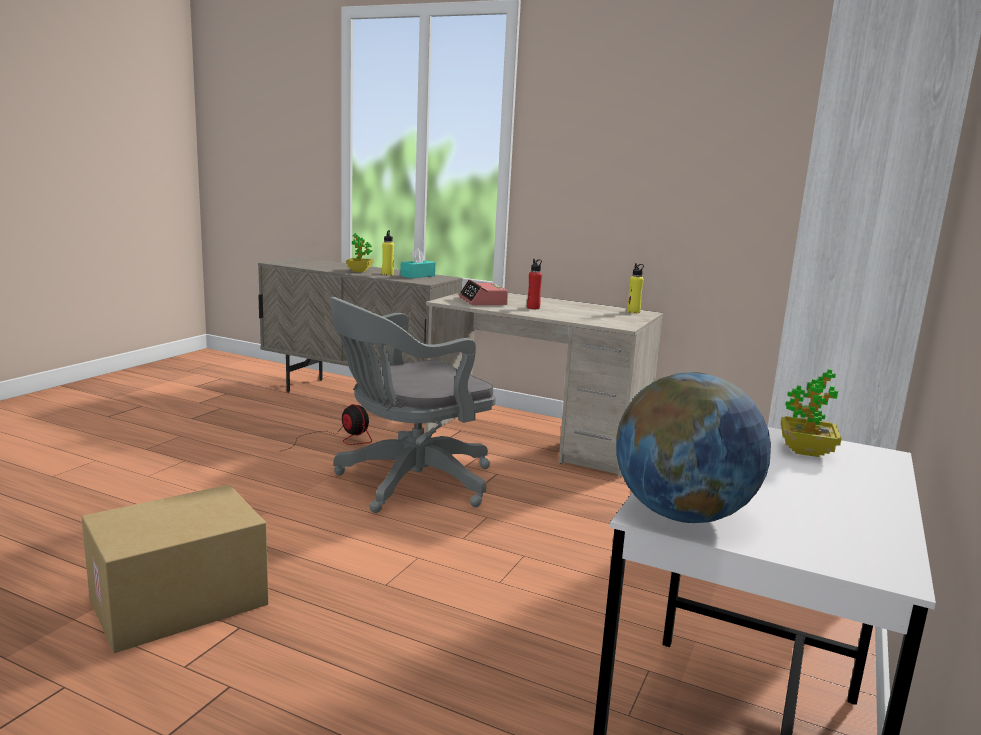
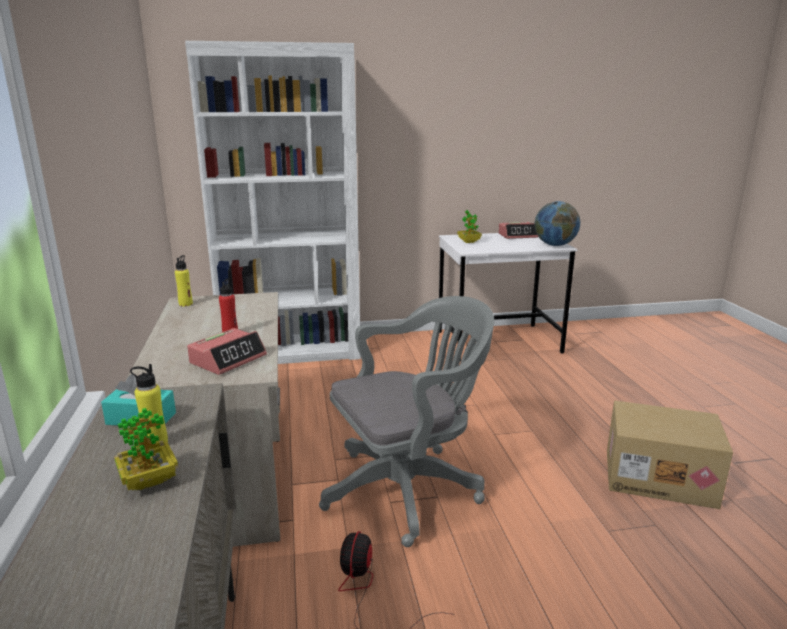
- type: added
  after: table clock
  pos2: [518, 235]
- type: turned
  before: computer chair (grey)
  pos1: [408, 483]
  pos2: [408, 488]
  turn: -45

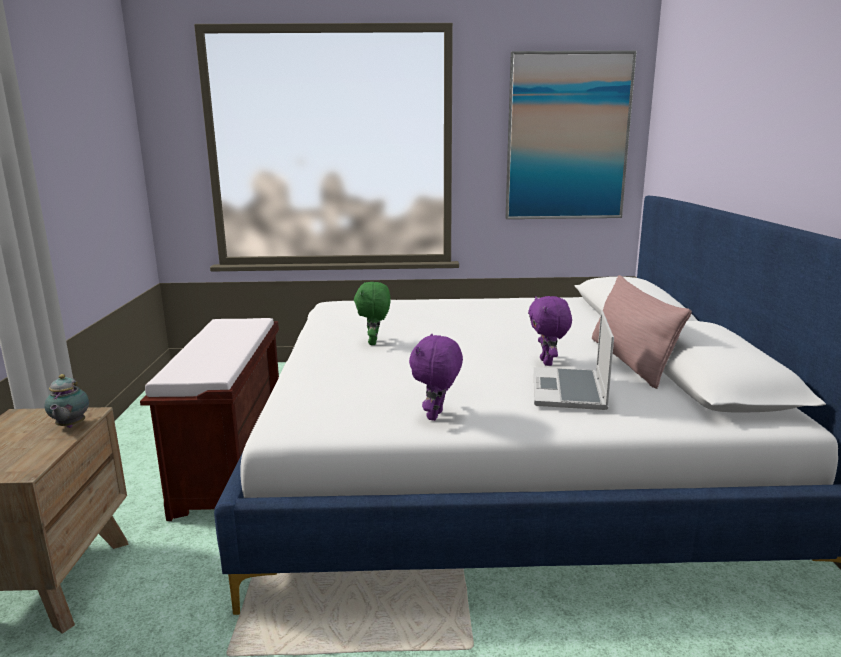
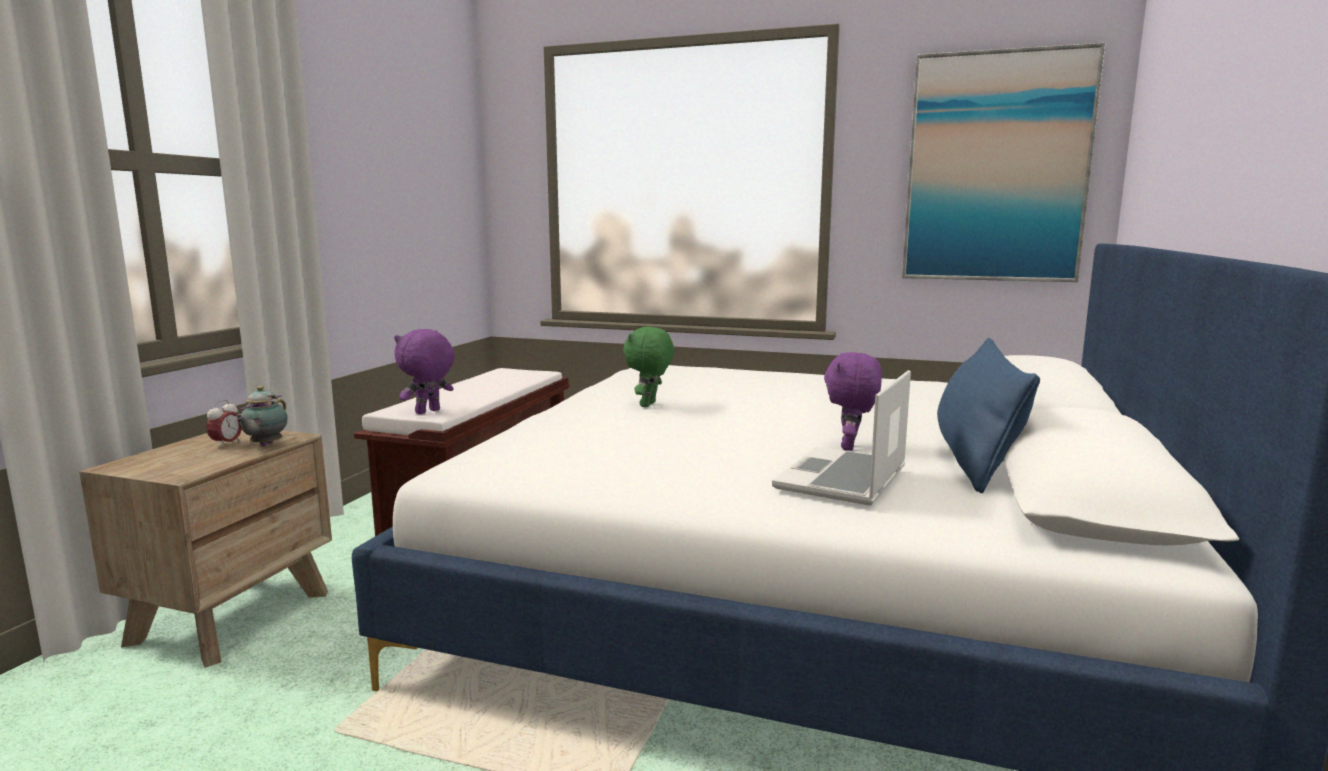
- type: added
  after: table clock
  pos2: [227, 444]
- type: moved
  before: plush toy (purplish)
  pos1: [436, 416]
  pos2: [428, 412]
- type: recoloured
  before: throw pillow (pinkish)
  after: throw pillow (bluish)
  pos1: [630, 361]
  pos2: [976, 458]

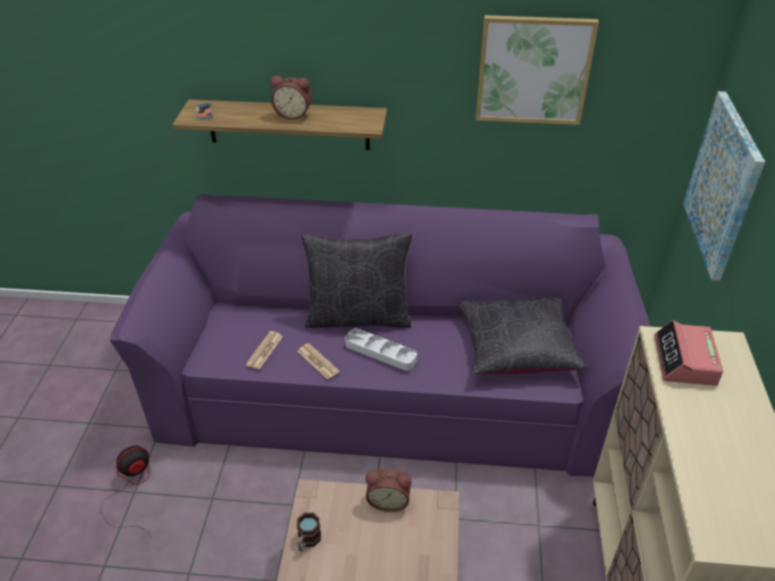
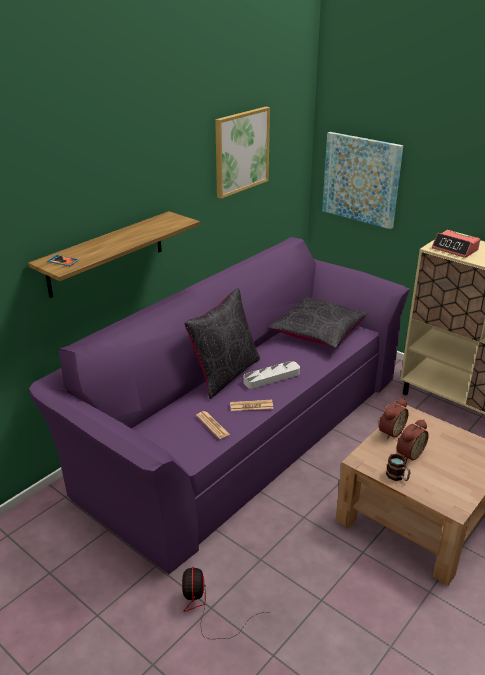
- type: moved
  before: table clock
  pos1: [293, 114]
  pos2: [408, 453]

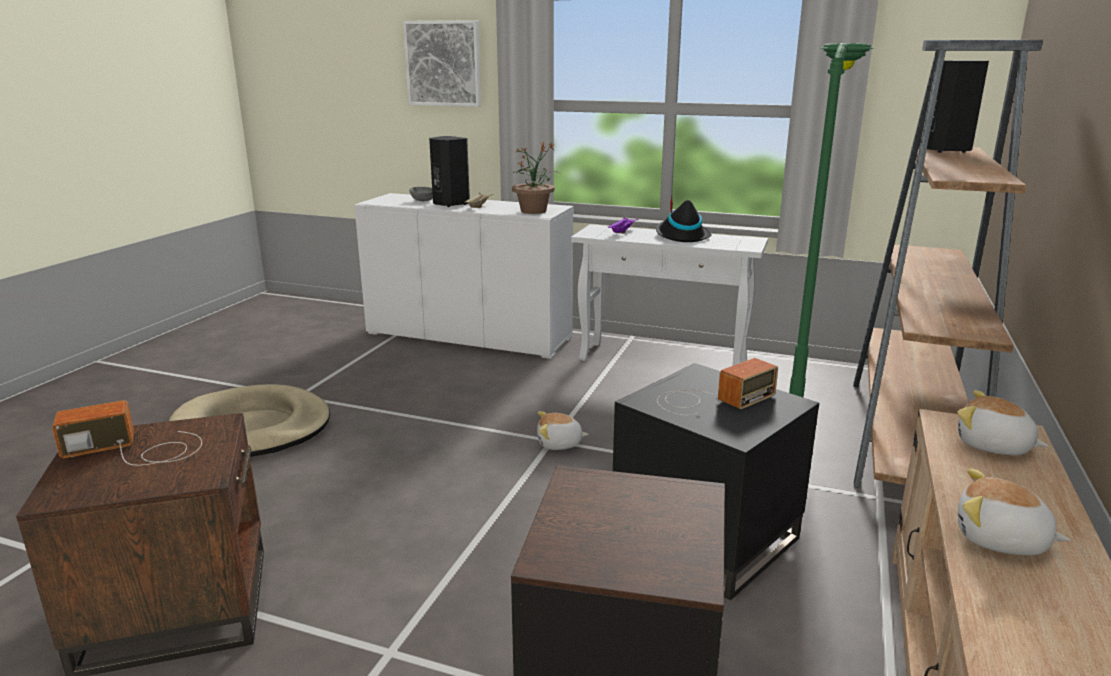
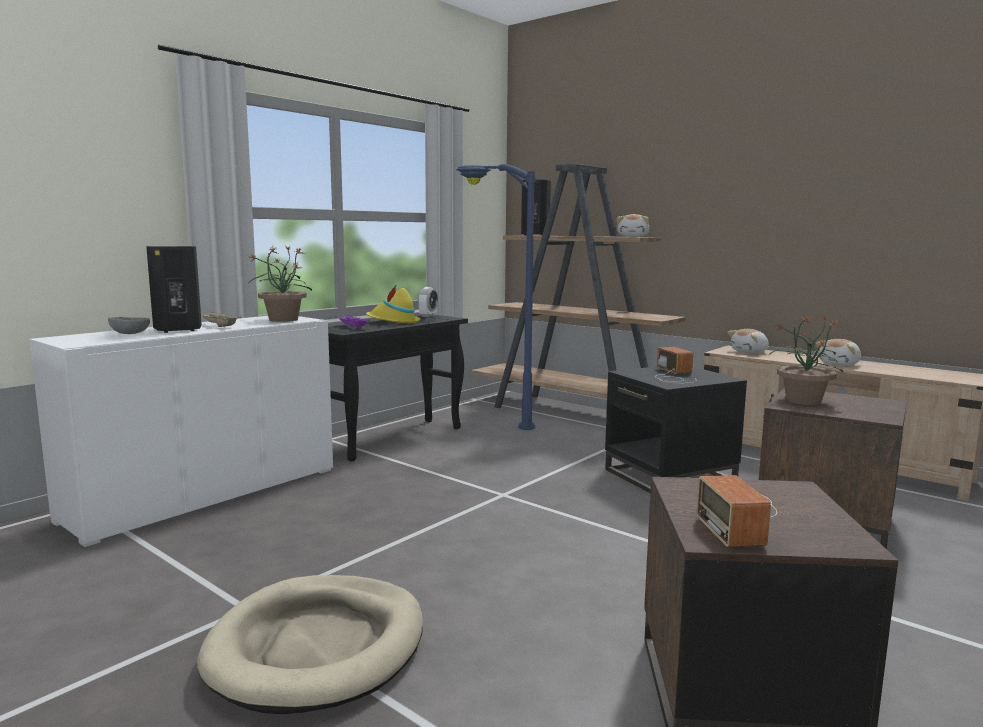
- type: removed
  before: wall picture
  pos1: [443, 63]
- type: added
  after: table clock
  pos2: [428, 316]
- type: added
  after: potted plant
  pos2: [803, 400]
- type: moved
  before: plush toy
  pos1: [559, 444]
  pos2: [633, 236]
- type: recoloured
  before: console table (white)
  after: console table (black)
  pos1: [664, 361]
  pos2: [394, 438]
- type: recoloured
  before: clothing hat (black)
  after: clothing hat (yellow)
  pos1: [681, 236]
  pos2: [393, 321]
- type: recoloured
  before: standing lamp (green)
  after: standing lamp (bluish)
  pos1: [802, 388]
  pos2: [487, 418]

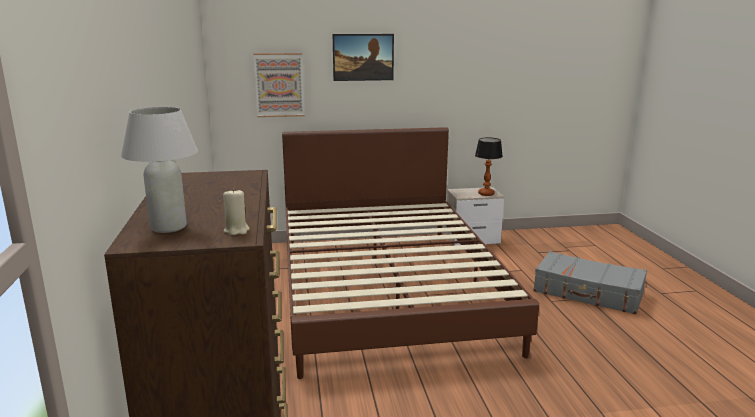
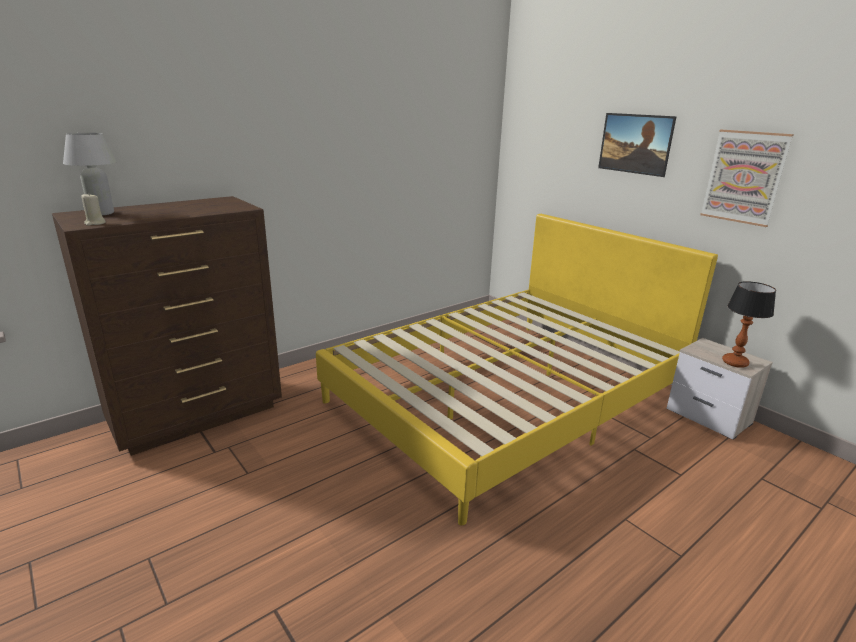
- type: removed
  before: piece of luggage (grey)
  pos1: [588, 293]
- type: moved
  before: wall picture
  pos1: [279, 85]
  pos2: [744, 177]
- type: recoloured
  before: bed (brown)
  after: bed (yellow)
  pos1: [387, 290]
  pos2: [507, 397]

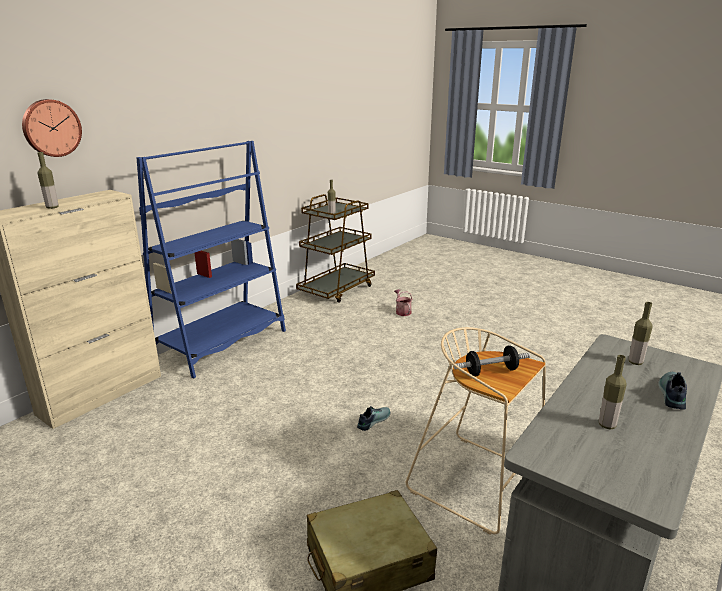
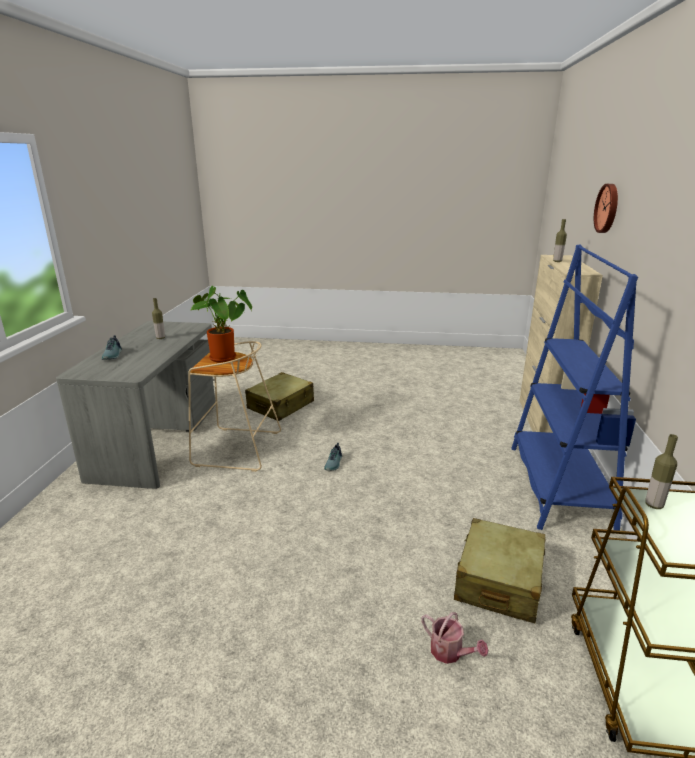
- type: removed
  before: bottle
  pos1: [635, 362]
- type: added
  after: piece of luggage (beige-coloured)
  pos2: [498, 581]
- type: replaced
  before: hand weight
  after: potted plant
  pos1: [491, 371]
  pos2: [226, 358]

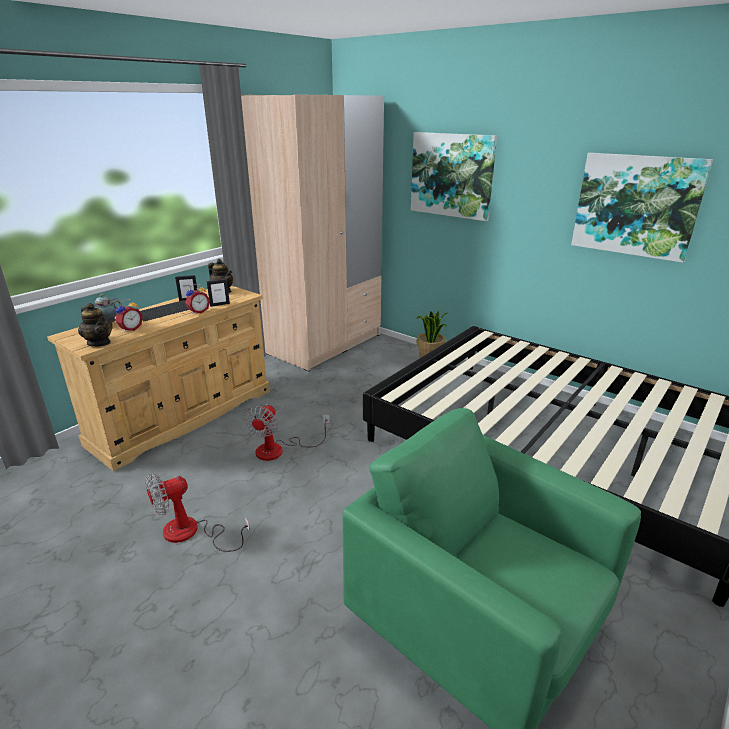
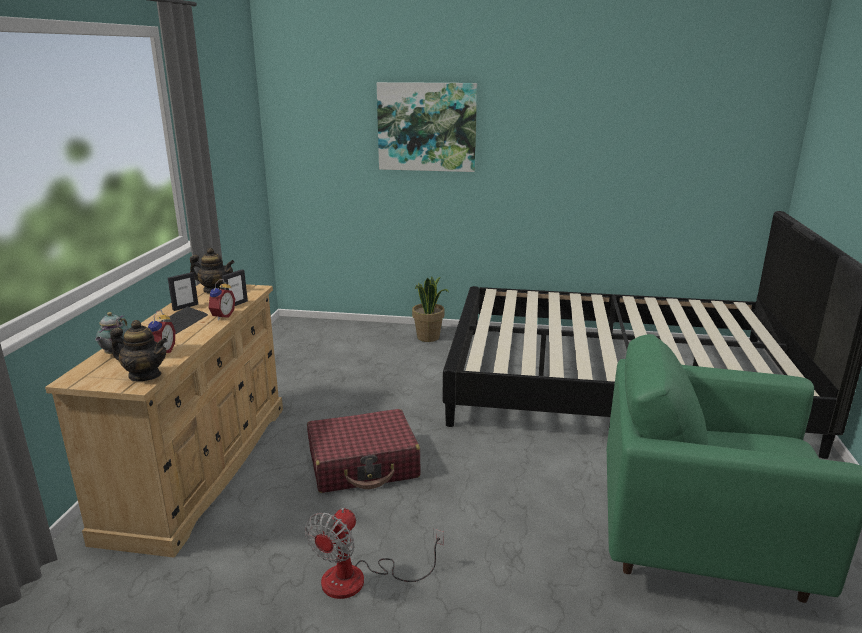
- type: removed
  before: wardrobe (beige-coloured)
  pos1: [325, 344]
- type: removed
  before: wall picture
  pos1: [636, 205]
- type: replaced
  before: electric fan
  after: piece of luggage (red-coloured)
  pos1: [279, 449]
  pos2: [363, 464]

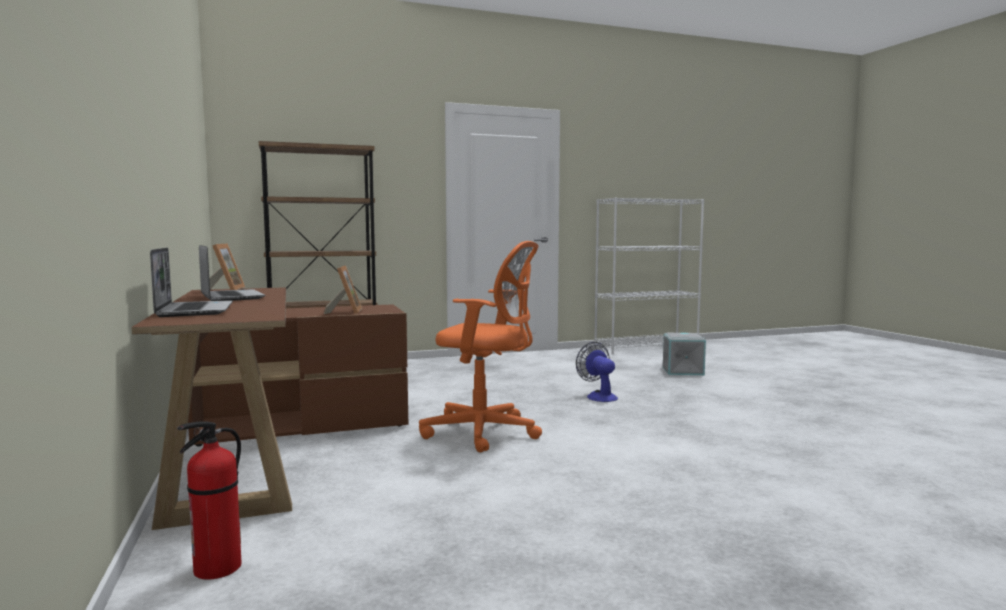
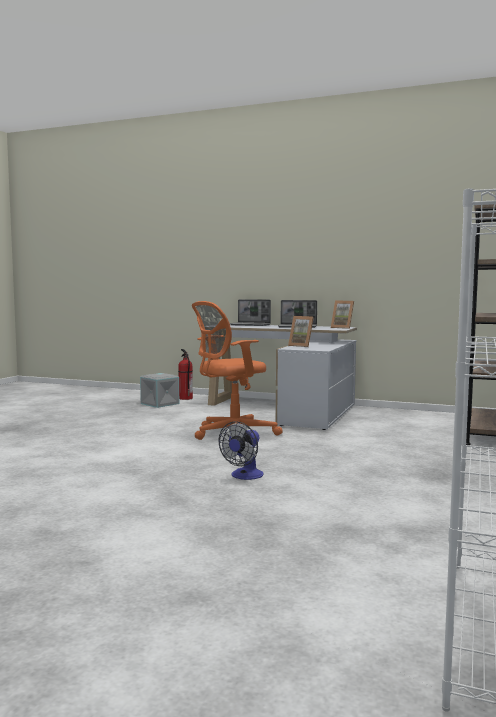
- type: moved
  before: storage container (grey)
  pos1: [683, 370]
  pos2: [160, 404]
- type: recoloured
  before: desk unit (brown)
  after: desk unit (white)
  pos1: [273, 448]
  pos2: [286, 409]
- type: turned
  before: electric fan
  pos1: [598, 396]
  pos2: [244, 476]
  turn: 105

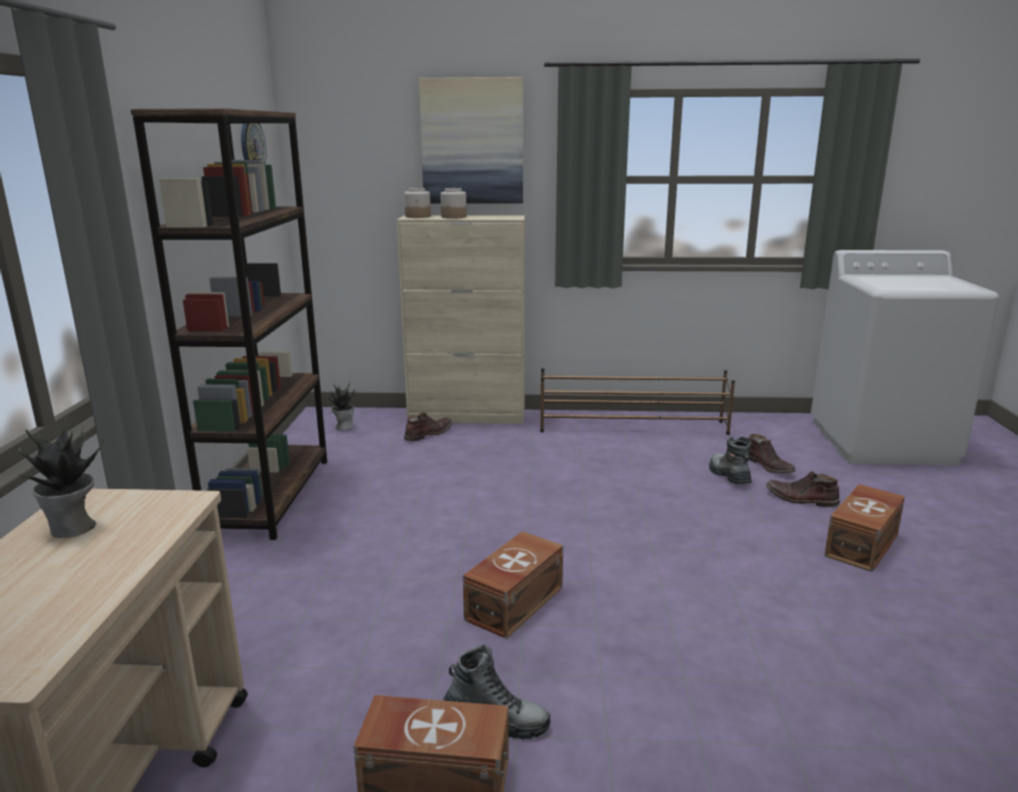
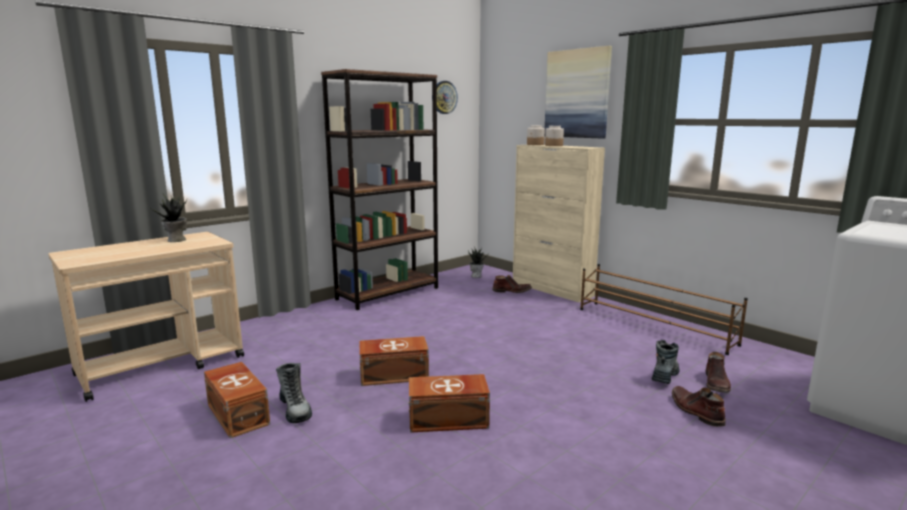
- type: moved
  before: storage container (brown)
  pos1: [863, 545]
  pos2: [449, 420]

